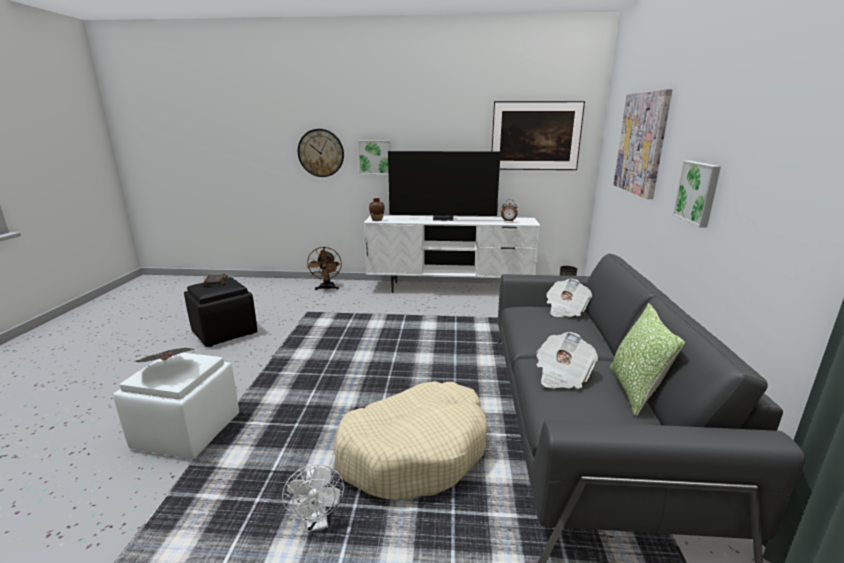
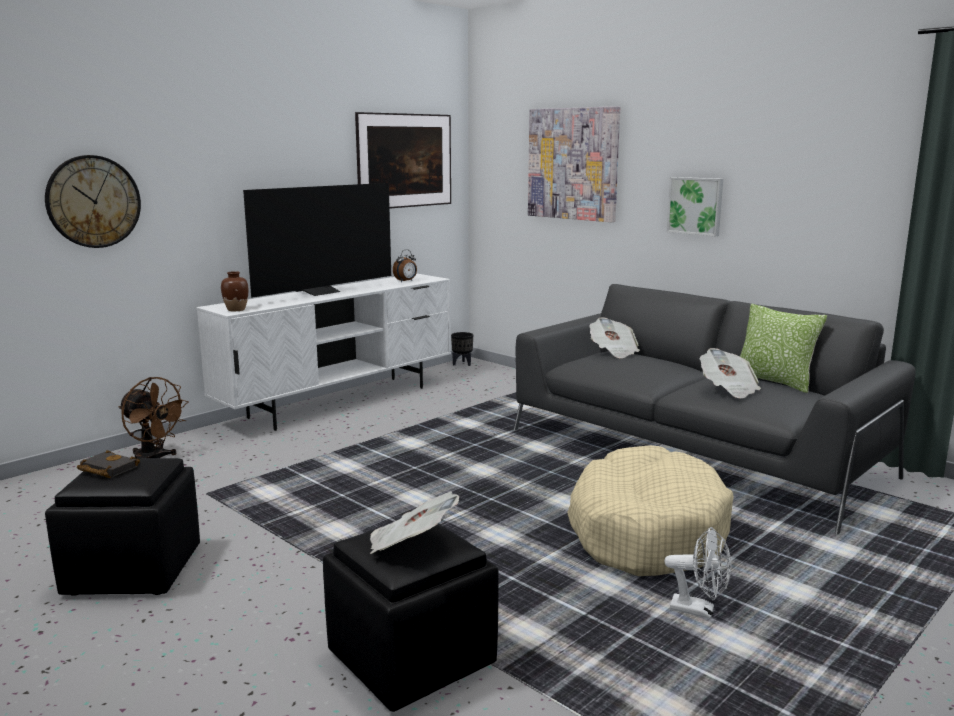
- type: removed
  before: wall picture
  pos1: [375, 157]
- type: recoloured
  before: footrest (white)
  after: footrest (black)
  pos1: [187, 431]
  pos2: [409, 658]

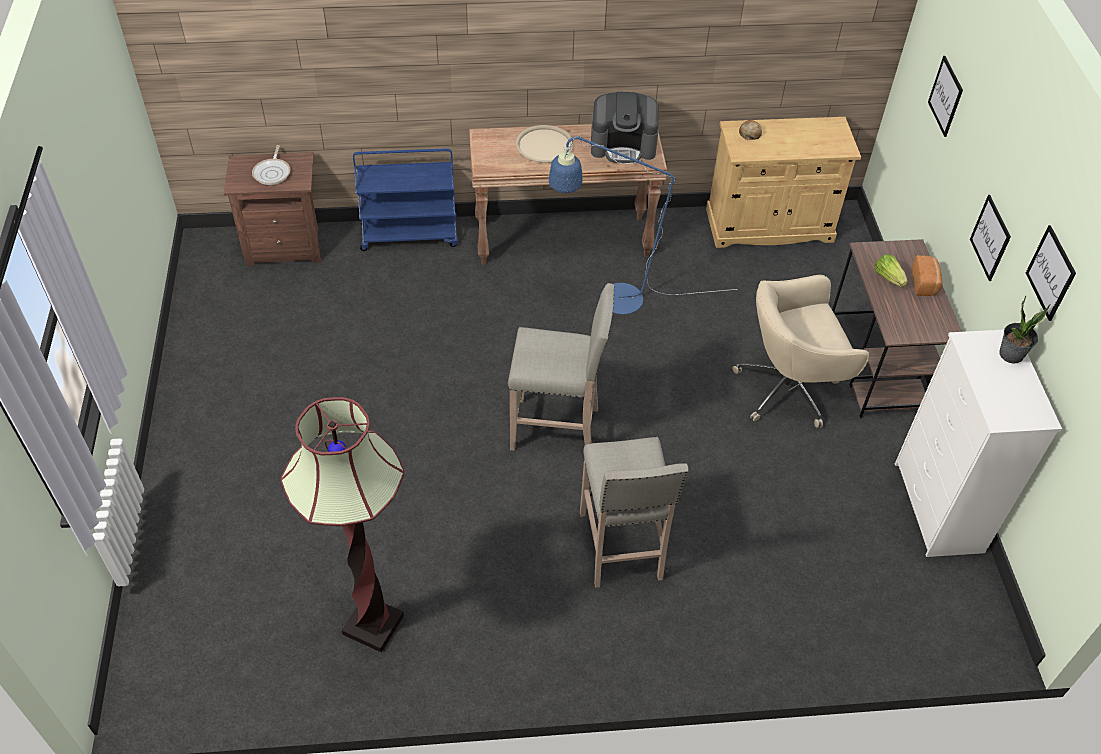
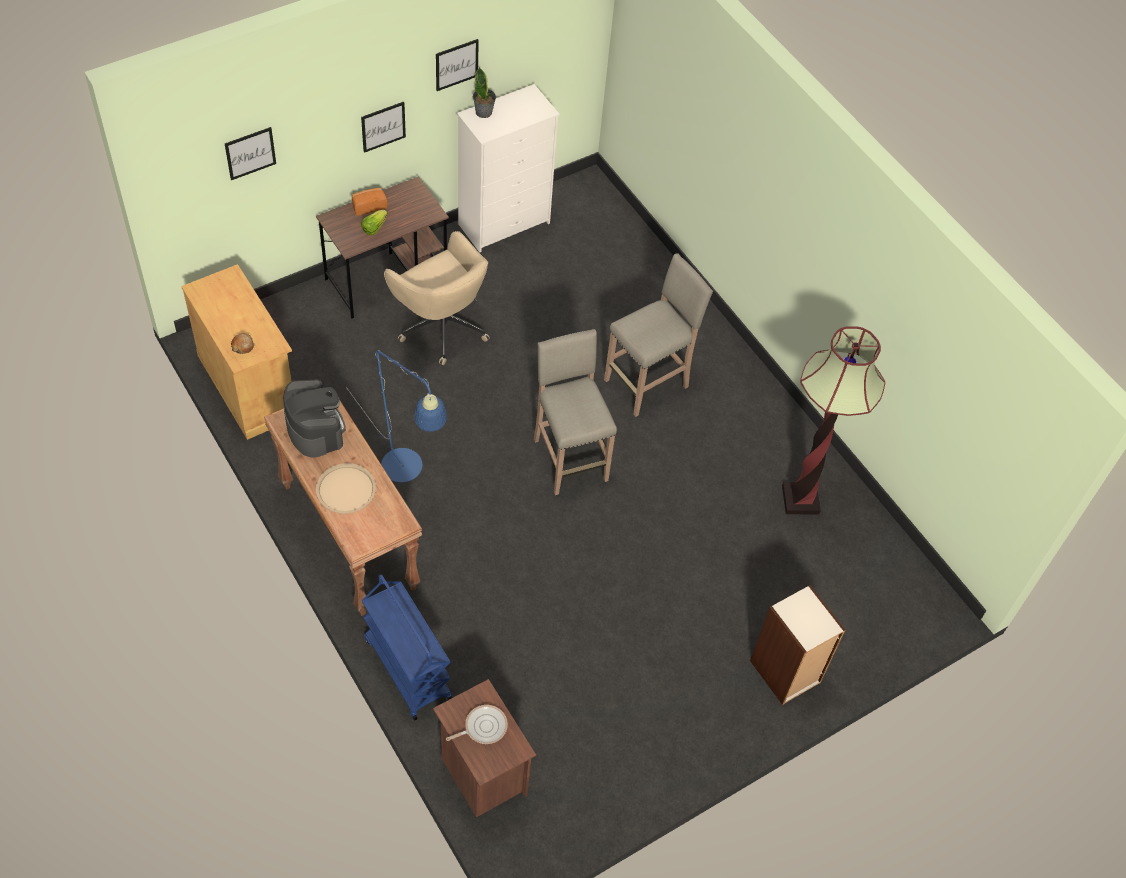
- type: added
  after: bookshelf
  pos2: [785, 672]

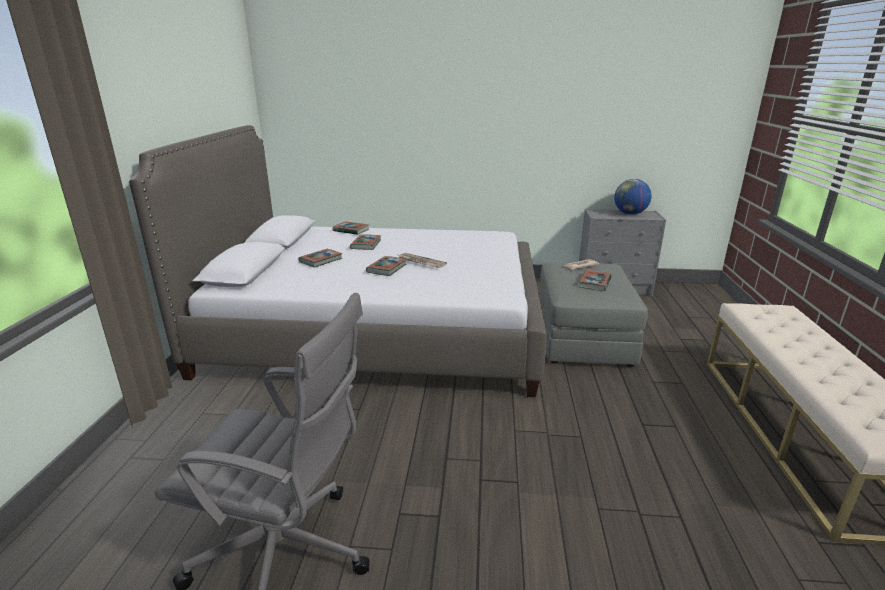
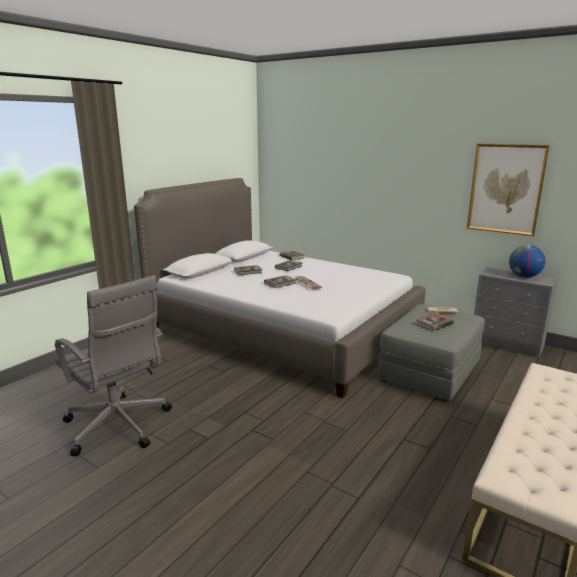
- type: added
  after: wall picture
  pos2: [505, 189]

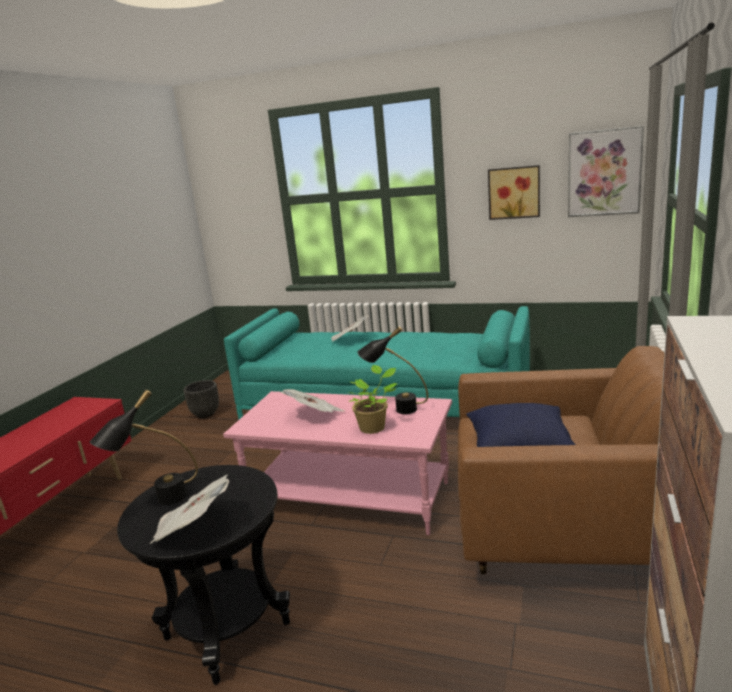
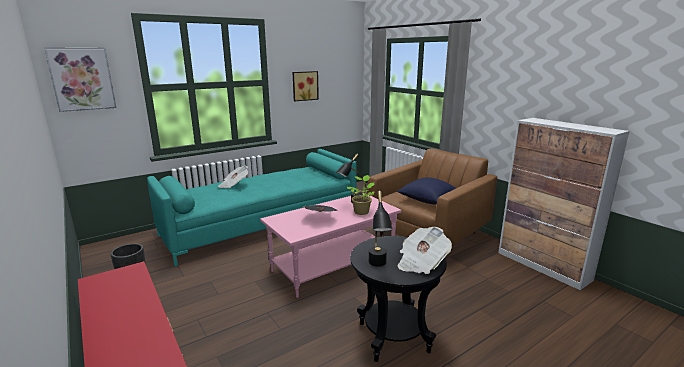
- type: moved
  before: wall picture
  pos1: [604, 173]
  pos2: [82, 79]

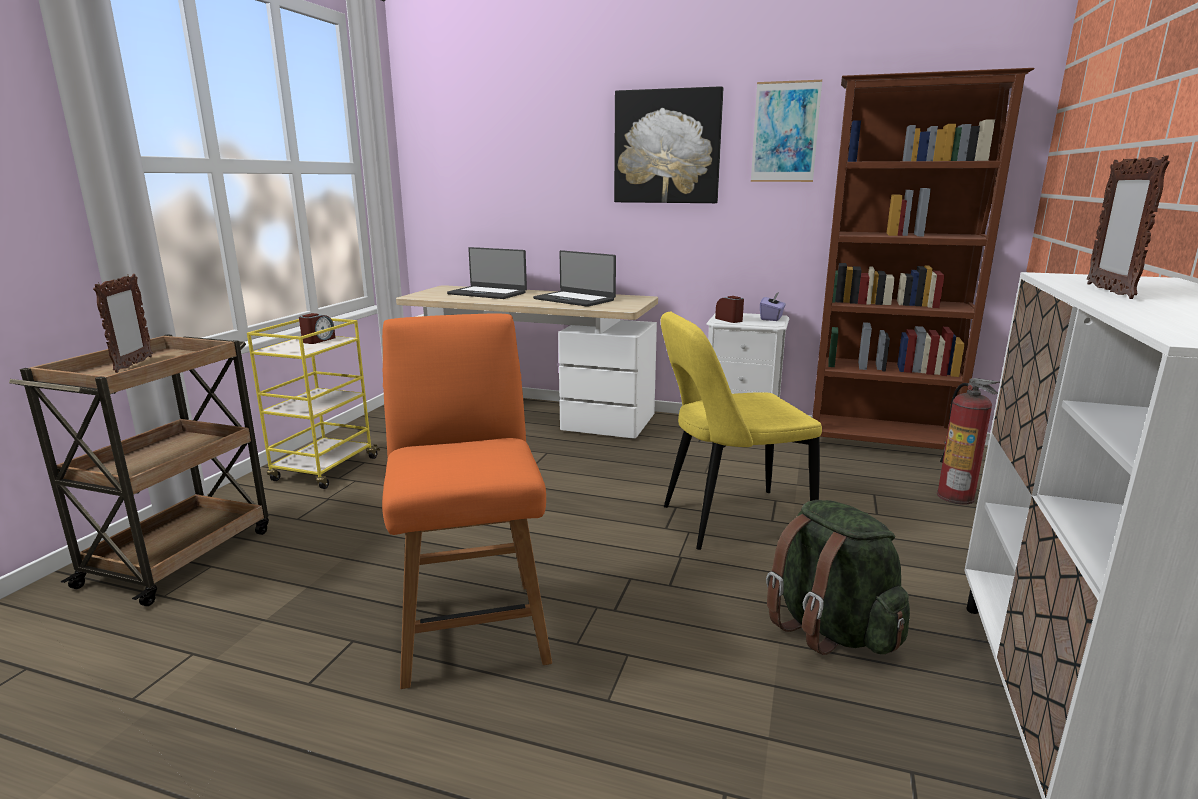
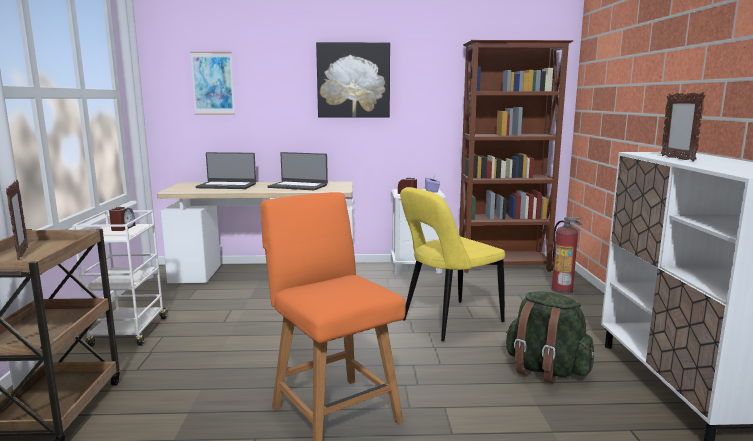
- type: moved
  before: wall picture
  pos1: [785, 132]
  pos2: [213, 83]
- type: recoloured
  before: cart (yellow)
  after: cart (white)
  pos1: [324, 470]
  pos2: [129, 332]

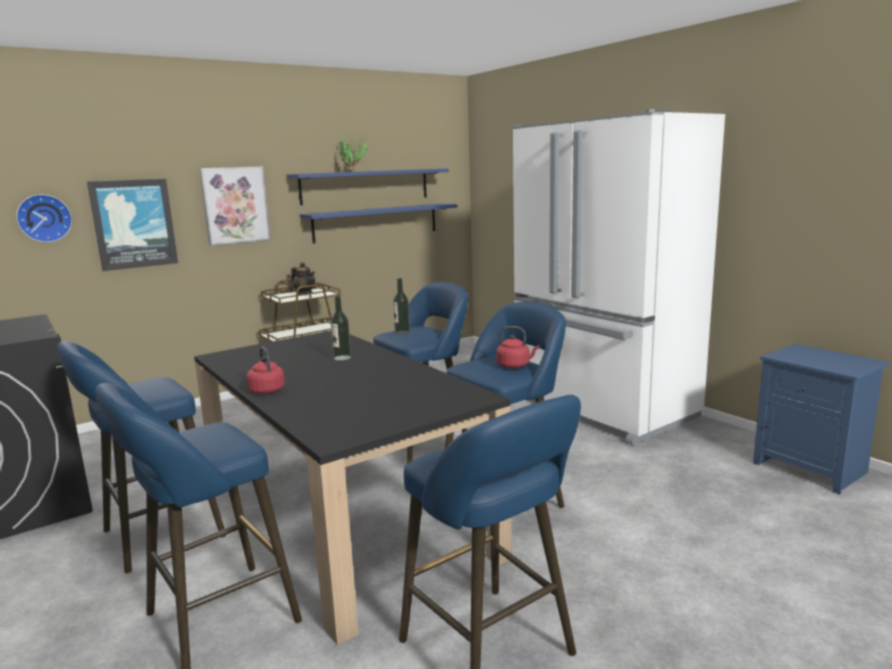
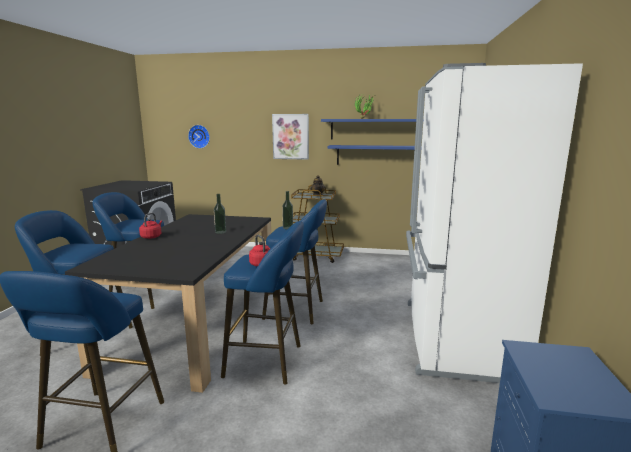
- type: removed
  before: wall picture
  pos1: [134, 224]

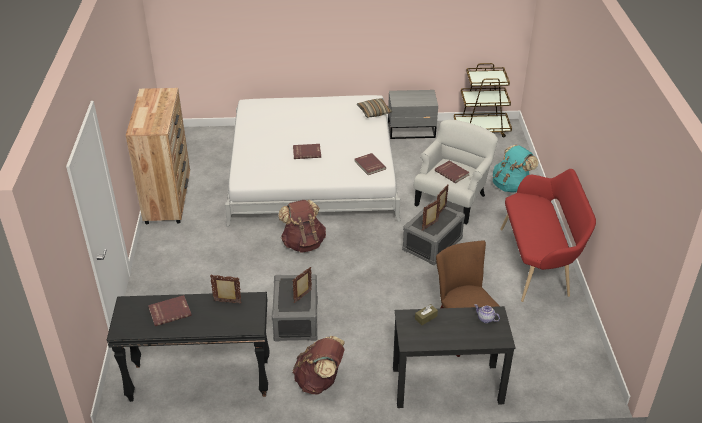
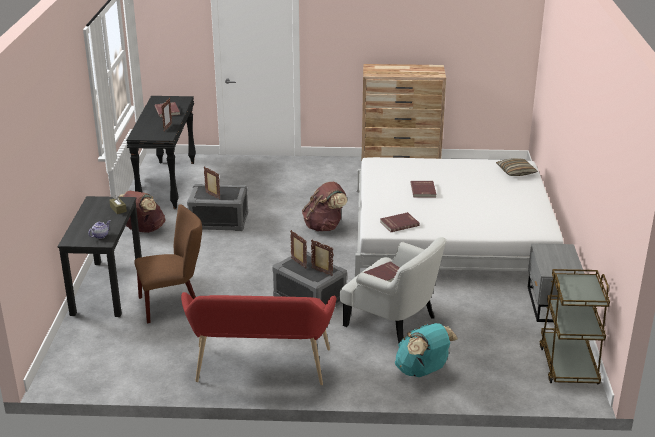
- type: moved
  before: throw pillow
  pos1: [374, 112]
  pos2: [516, 172]

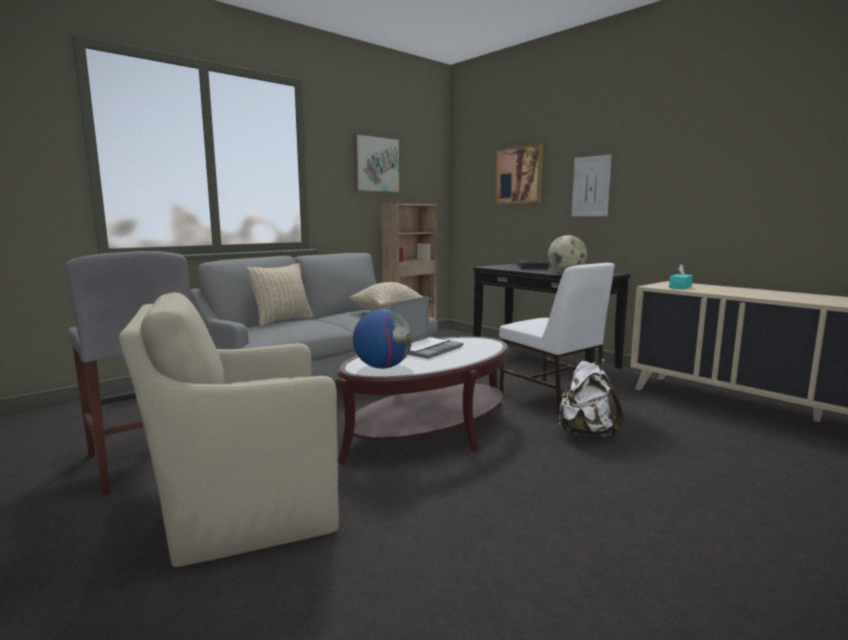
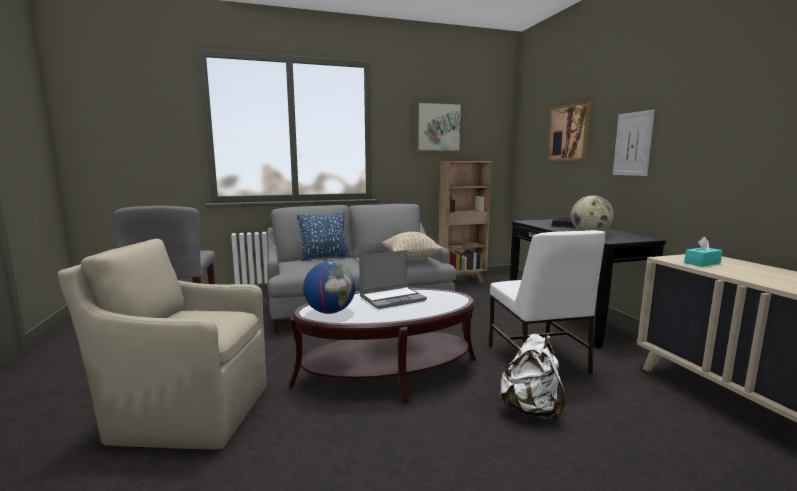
- type: recoloured
  before: throw pillow (beige-coloured)
  after: throw pillow (bluish)
  pos1: [282, 320]
  pos2: [324, 257]

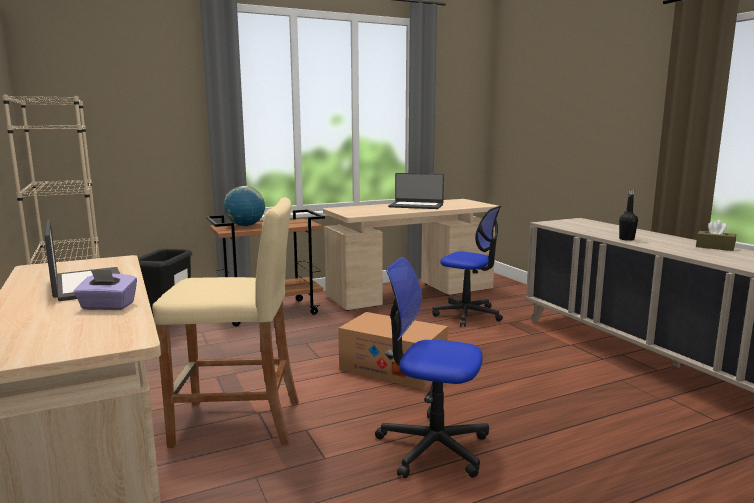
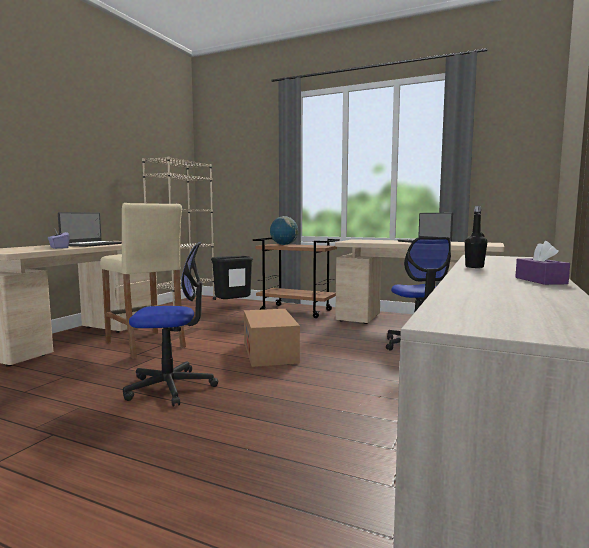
- type: recoloured
  before: tissue box (brown)
  after: tissue box (purplish)
  pos1: [714, 247]
  pos2: [540, 280]
- type: turned
  before: computer chair
  pos1: [432, 446]
  pos2: [171, 387]
  turn: 105

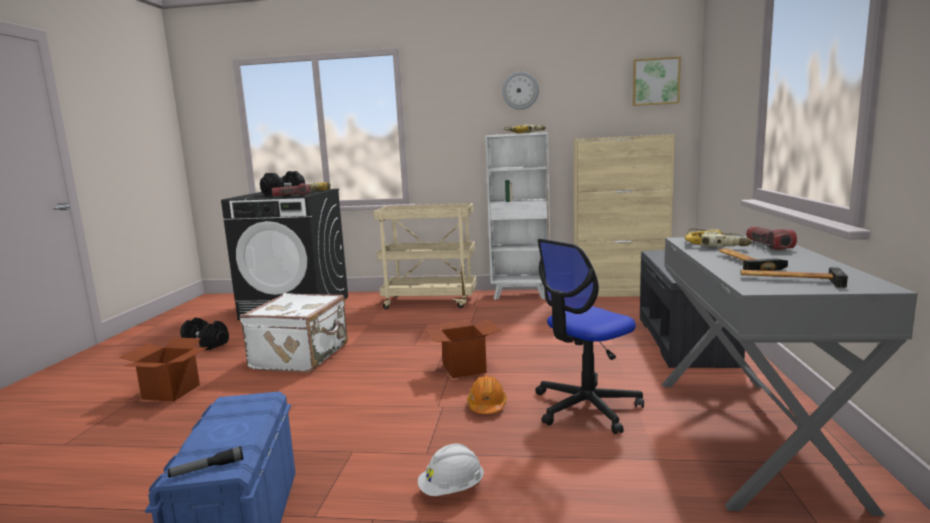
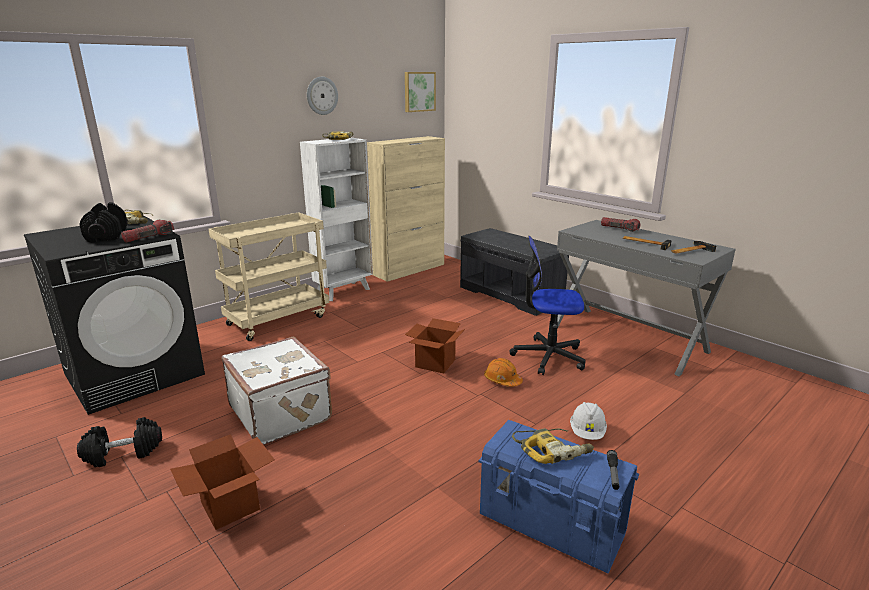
- type: moved
  before: electric drill
  pos1: [716, 245]
  pos2: [552, 450]
- type: turned
  before: computer chair
  pos1: [586, 407]
  pos2: [548, 356]
  turn: 90

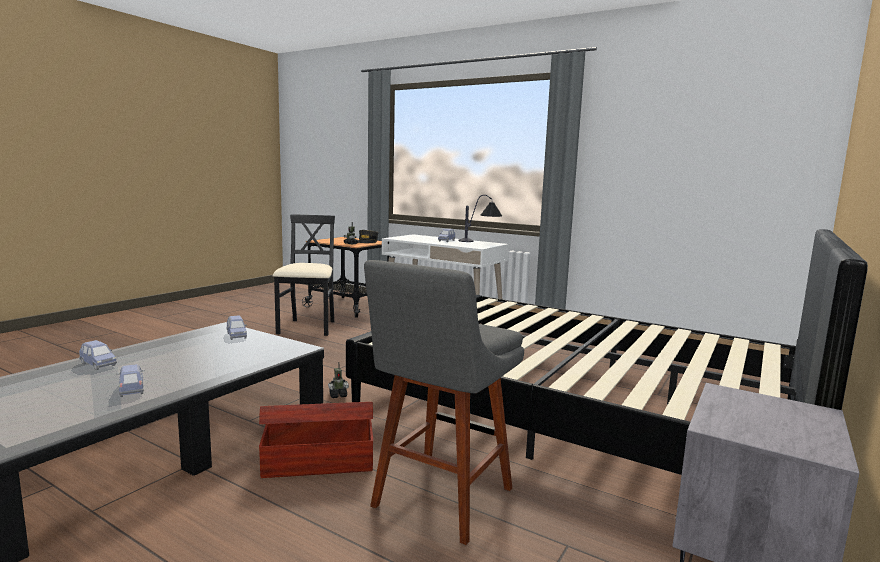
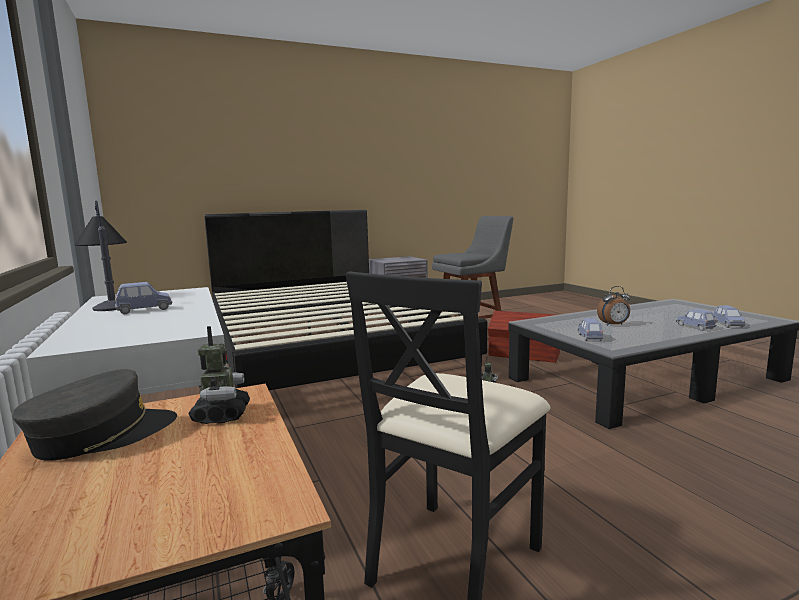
- type: added
  after: table clock
  pos2: [614, 325]
- type: moved
  before: toy car (bluish)
  pos1: [132, 389]
  pos2: [727, 324]

